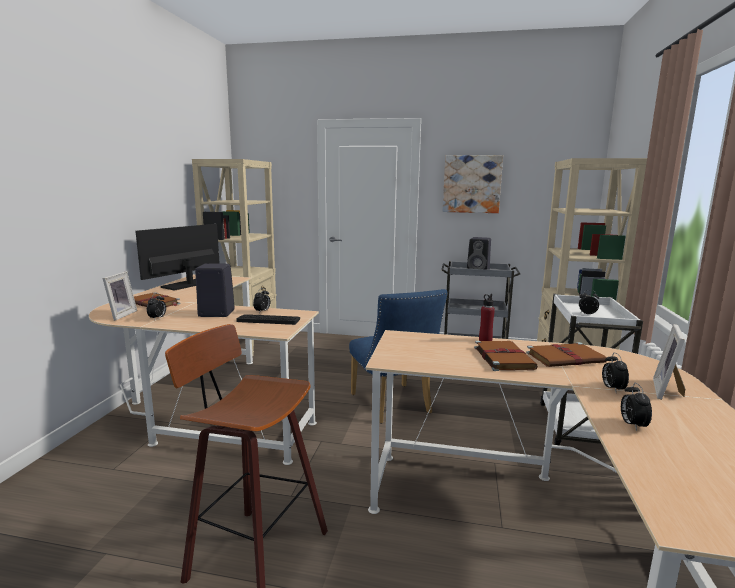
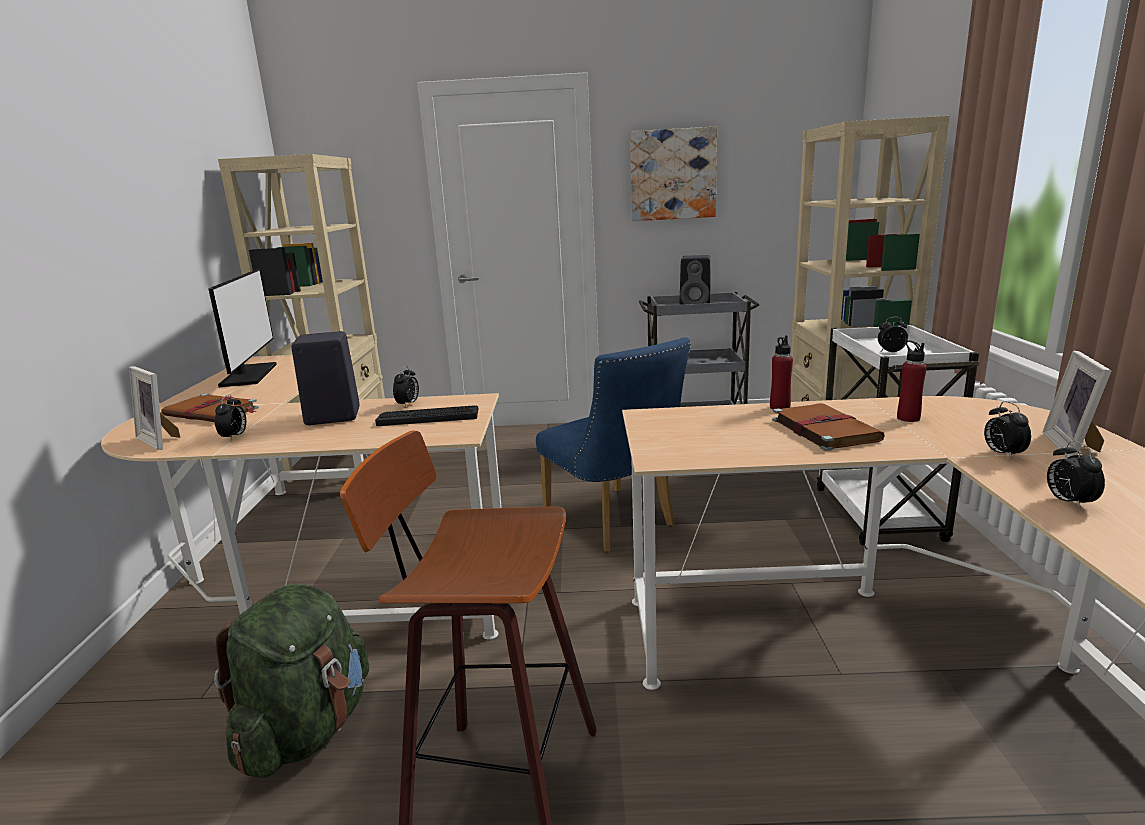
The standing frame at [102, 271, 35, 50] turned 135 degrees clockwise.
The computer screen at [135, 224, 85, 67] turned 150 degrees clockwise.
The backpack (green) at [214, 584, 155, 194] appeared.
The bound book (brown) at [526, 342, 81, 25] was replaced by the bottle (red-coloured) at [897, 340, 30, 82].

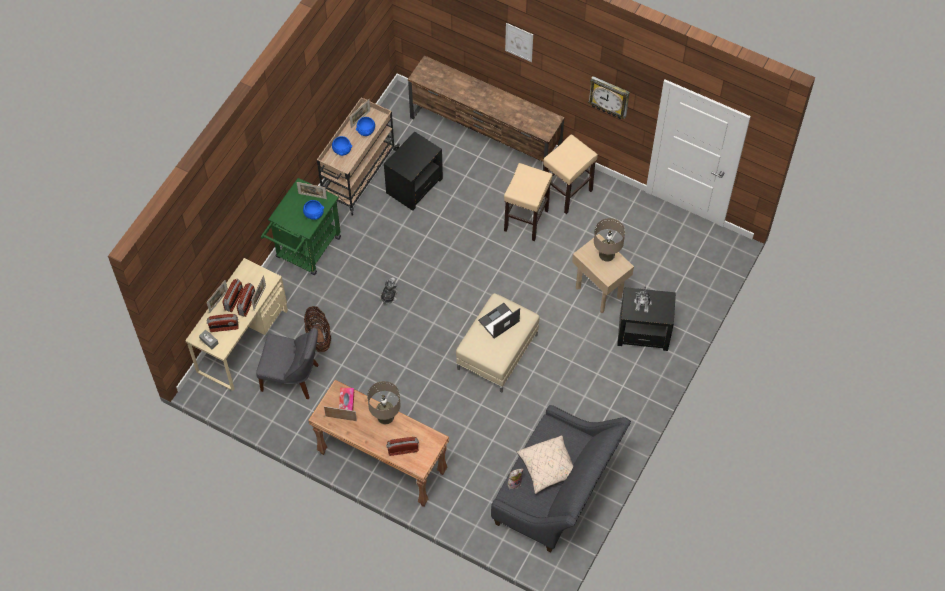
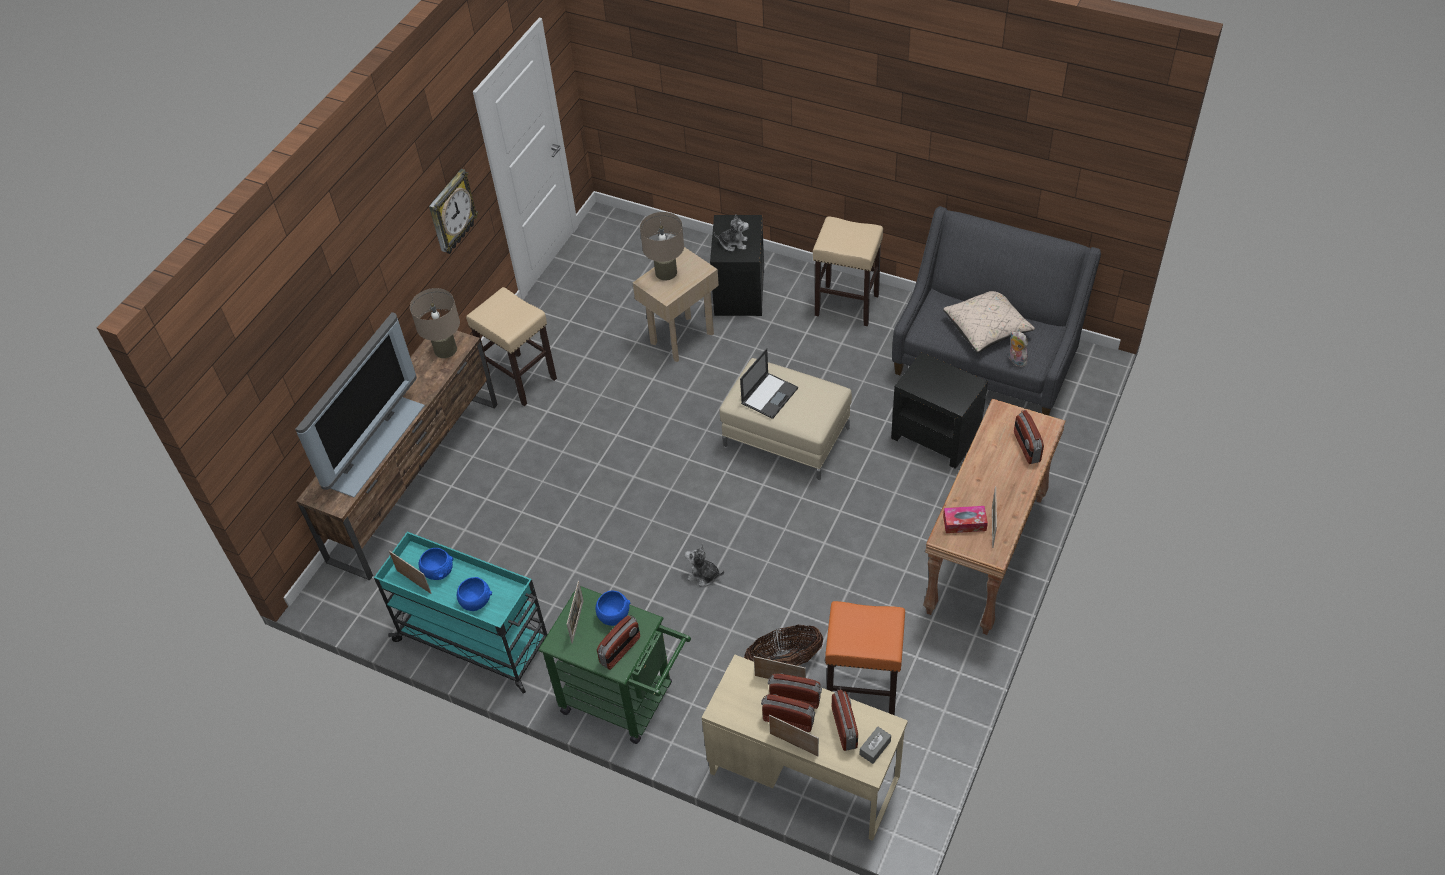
The TV at [295, 312, 130, 185] appeared.
The trolley (beige-coloured) at [317, 97, 83, 118] became the trolley (blue-green) at [374, 532, 174, 162].
The lamp for a table (beige-coloured) moved from [367, 381, 34, 43] to [410, 288, 50, 70].
The radio at [597, 615, 43, 55] appeared.
The notebook computer at [478, 303, 42, 36] turned 105 degrees counterclockwise.
The stool (beige-coloured) moved from [504, 163, 49, 78] to [813, 216, 70, 110].
The chair (grey) at [256, 328, 63, 71] was replaced by the stool (orange-coloured) at [825, 601, 80, 114].
The side table (black) moved from [384, 131, 59, 80] to [891, 352, 97, 117].
The picture at [505, 23, 28, 39] disappeared.

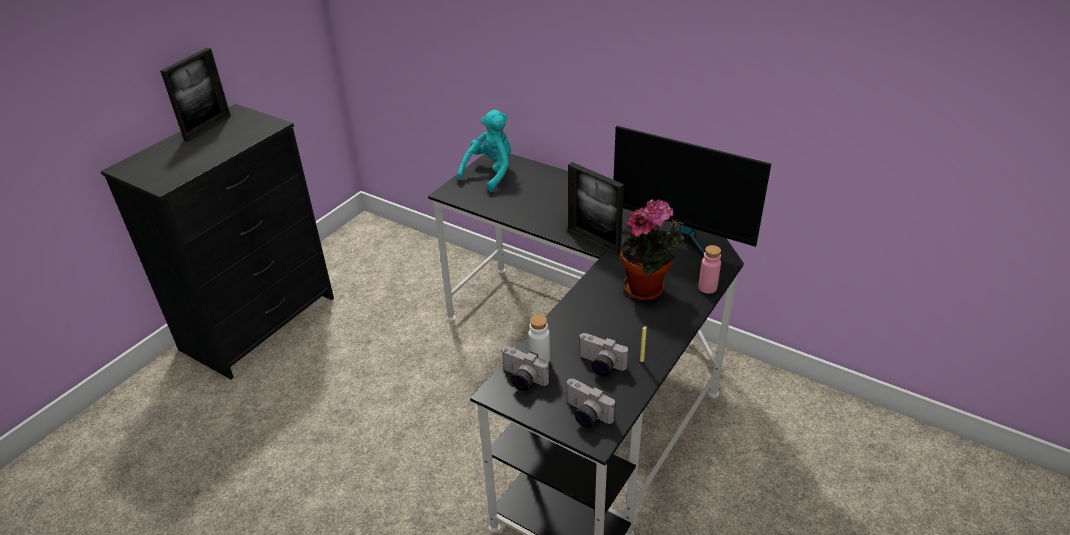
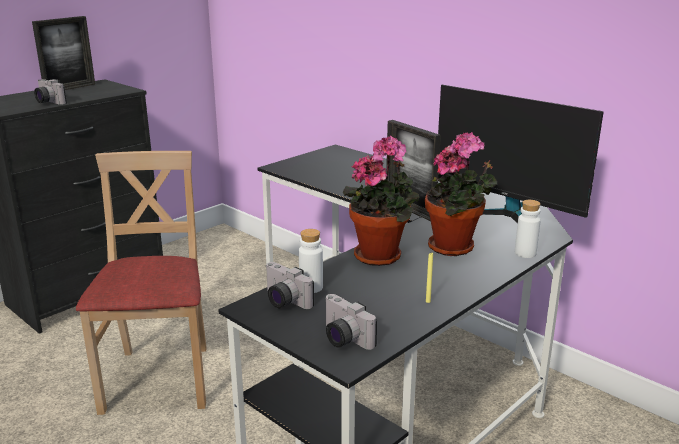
The photo camera moved from [578, 333, 50, 43] to [34, 79, 33, 26].
The chair (beige-coloured) at [76, 151, 131, 264] appeared.
The houseplant at [343, 135, 76, 131] appeared.
The bottle (pink) at [699, 245, 22, 49] became the bottle (white-coloured) at [515, 200, 26, 58].
The plush toy (blue-green) at [457, 110, 54, 82] disappeared.

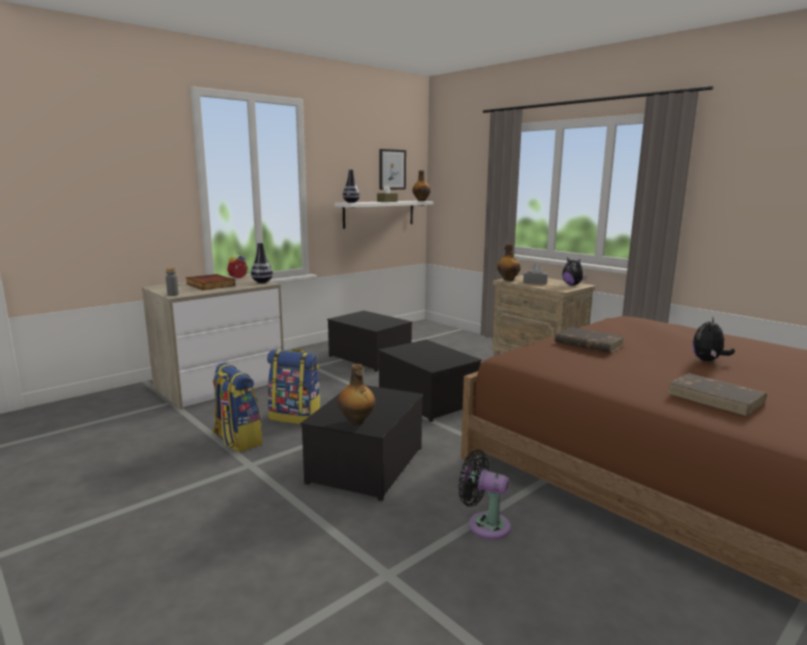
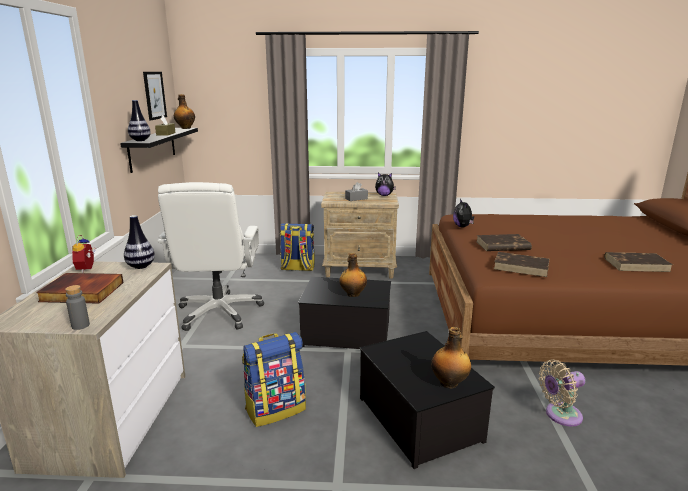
The bracket shelf (white-coloured) at [335, 201, 98, 28] became the bracket shelf (black) at [120, 128, 78, 45].
The storage bin at [327, 311, 86, 61] was replaced by the computer chair (white-coloured) at [157, 182, 107, 149].
The backpack moved from [212, 363, 50, 89] to [280, 223, 35, 48].
The bottle moved from [497, 243, 23, 38] to [339, 253, 28, 44].
The plush toy moved from [693, 318, 42, 43] to [453, 199, 21, 29].
The bound book (brown) at [494, 252, 55, 25] appeared.
The electric fan (black) at [458, 450, 53, 89] became the electric fan (beige-coloured) at [539, 360, 47, 67].

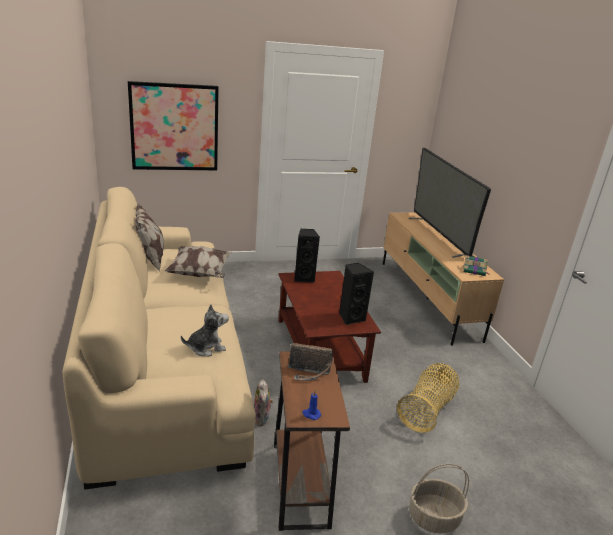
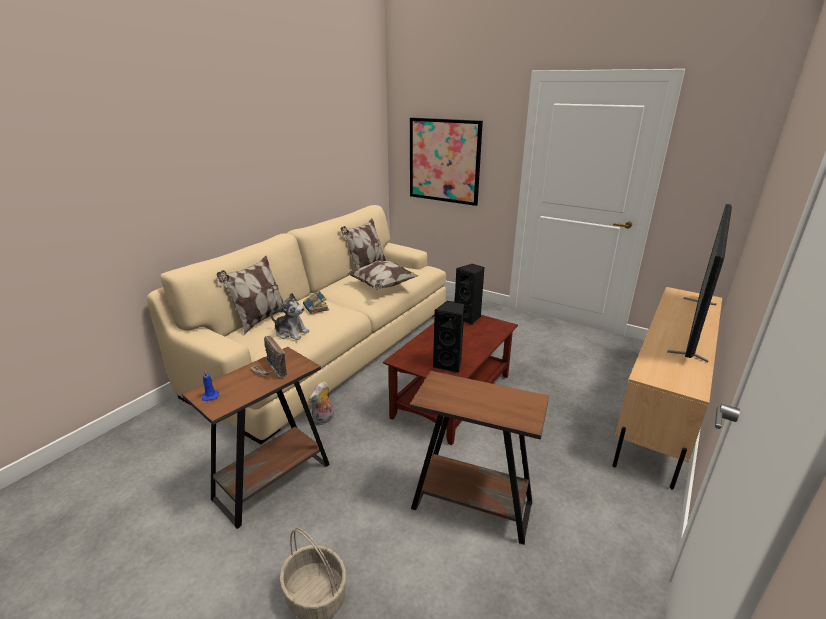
The pillow at [217, 256, 67, 78] appeared.
The bound book moved from [463, 255, 27, 21] to [303, 291, 26, 23].
The storage basket at [397, 363, 62, 70] was replaced by the side table (brown) at [410, 371, 139, 174].

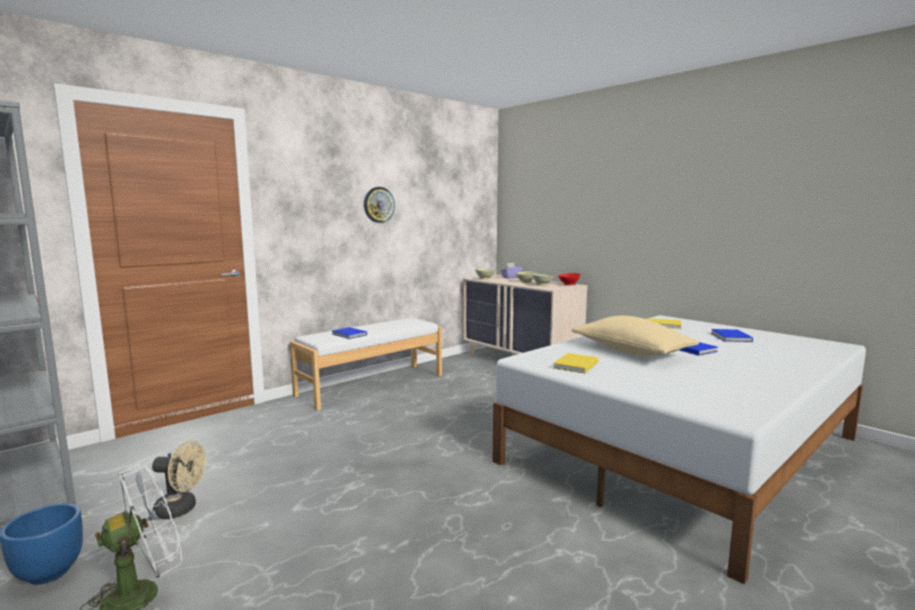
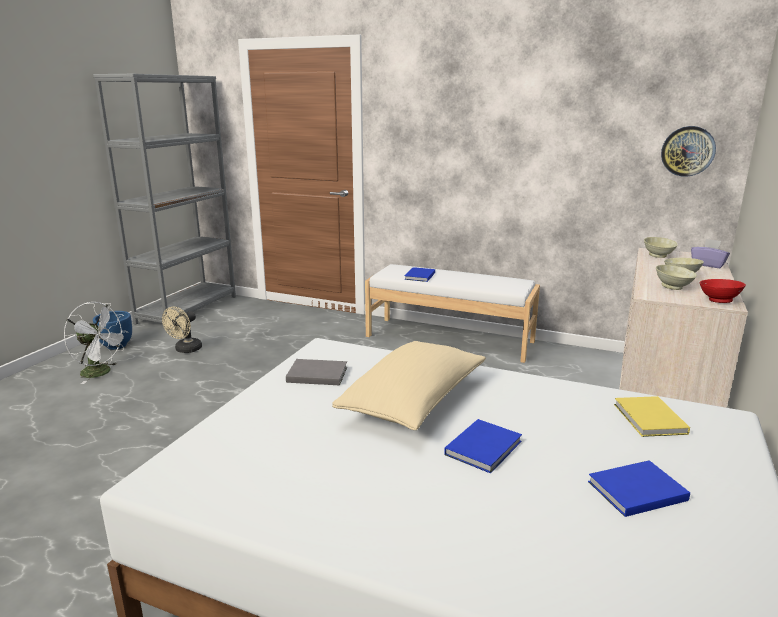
The electric fan (beige-coloured) at [152, 440, 54, 79] turned 45 degrees clockwise.
The bound book (yellow) at [553, 353, 45, 20] became the bound book (grey) at [286, 359, 61, 27].
The wall clock moved from [364, 187, 31, 36] to [661, 126, 55, 51].

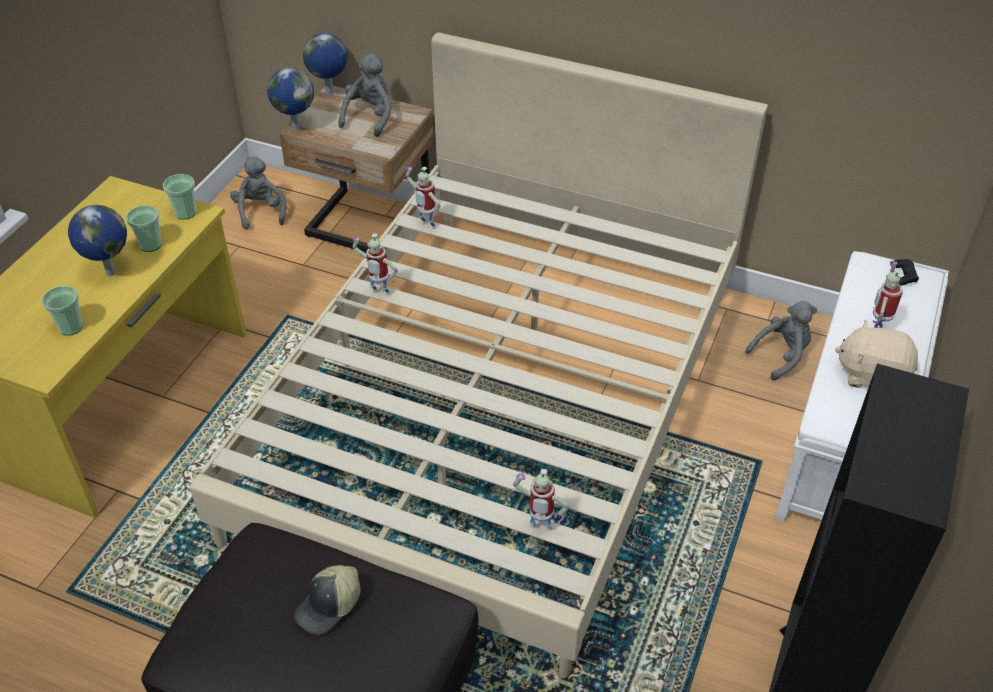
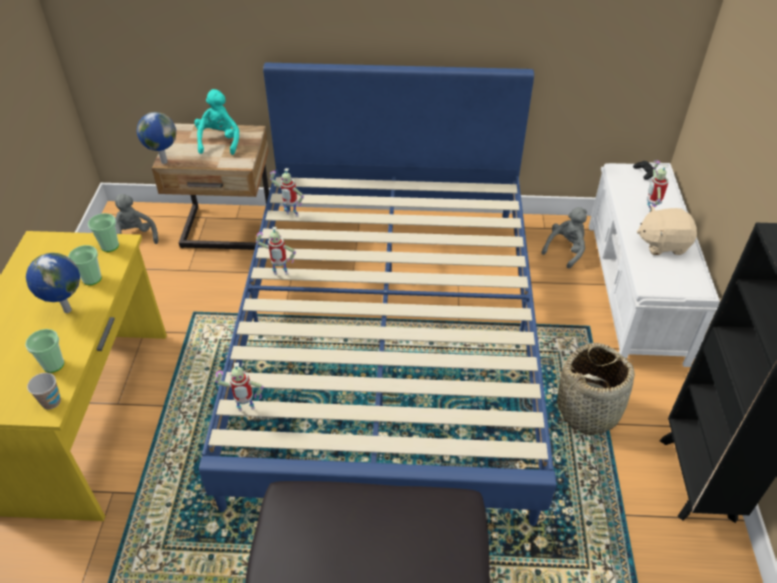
The small cup at [27, 373, 34, 36] appeared.
The plush toy (grey) at [338, 53, 54, 84] became the plush toy (blue-green) at [194, 89, 45, 66].
The sleeping bed (beige-coloured) at [190, 32, 578, 646] became the sleeping bed (blue) at [199, 63, 357, 463].
The model robot moved from [513, 469, 56, 62] to [215, 362, 49, 49].
The storage basket at [557, 343, 78, 92] appeared.
The peaked cap at [293, 565, 68, 70] disappeared.
The globe at [303, 33, 45, 62] disappeared.

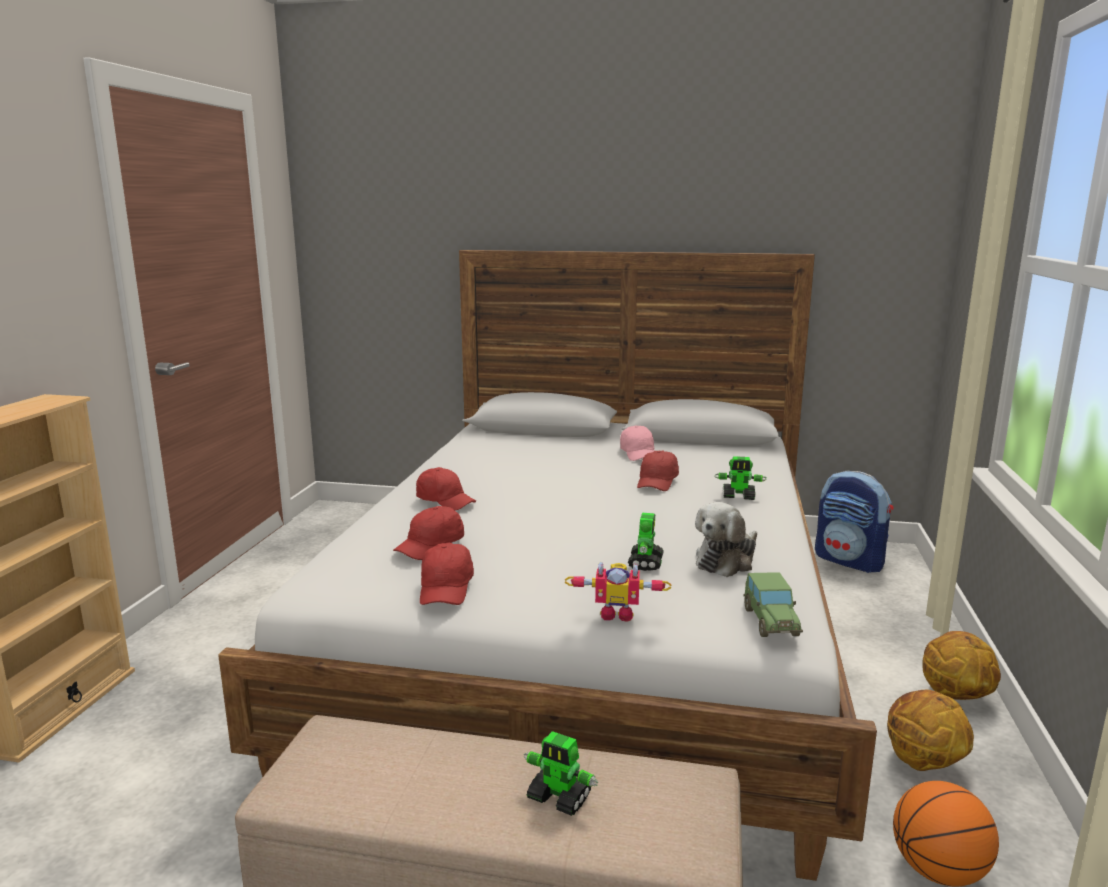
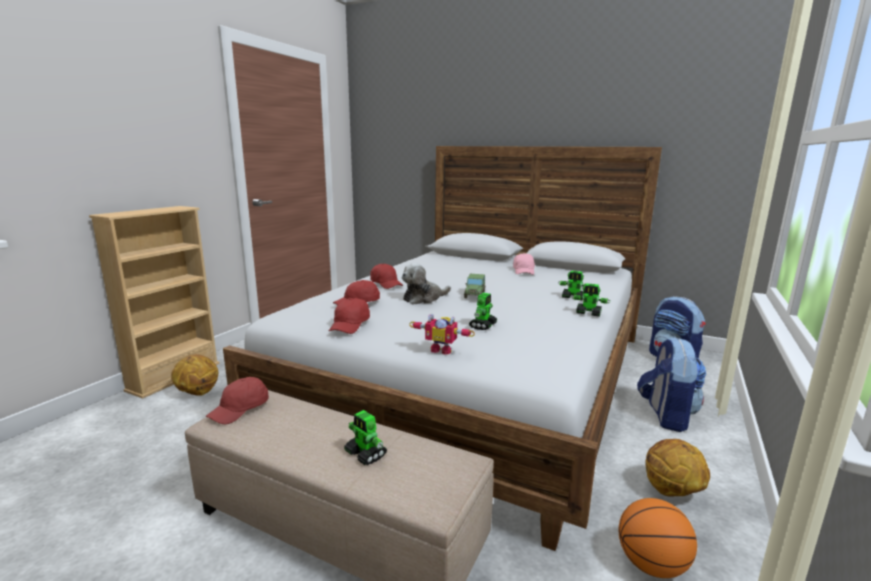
The ball for basketball moved from [923, 631, 78, 69] to [171, 354, 47, 42].
The peaked cap (red-coloured) moved from [637, 450, 42, 41] to [206, 377, 63, 47].
The plush toy moved from [695, 502, 62, 75] to [402, 263, 49, 42].
The model car moved from [744, 572, 59, 65] to [464, 274, 21, 24].
The model robot at [571, 283, 39, 34] appeared.
The backpack at [637, 337, 69, 95] appeared.

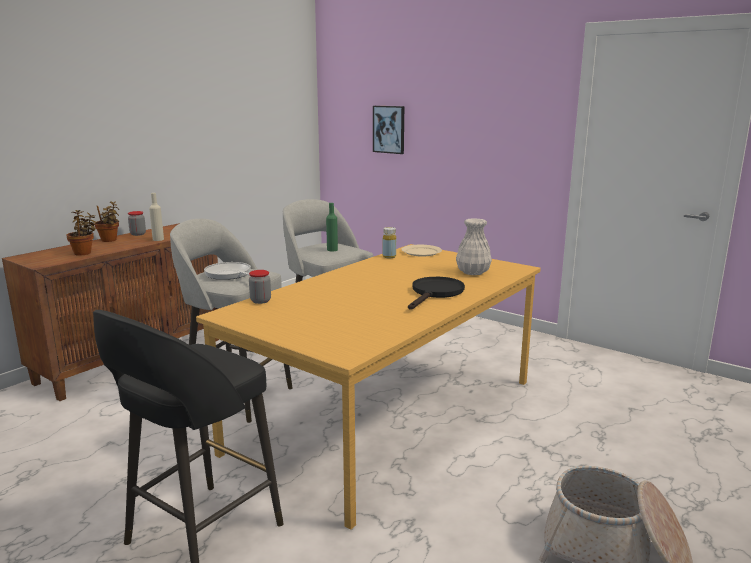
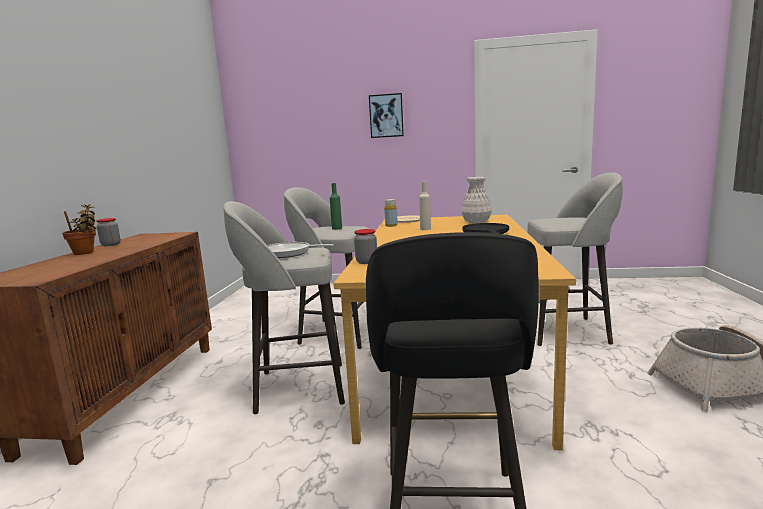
The picture moved from [373, 106, 31, 48] to [369, 93, 35, 45].
The bottle (beige-coloured) moved from [149, 193, 15, 48] to [419, 182, 12, 48].
The stool (grey) at [527, 172, 96, 174] appeared.
The houseplant at [67, 210, 29, 46] disappeared.

